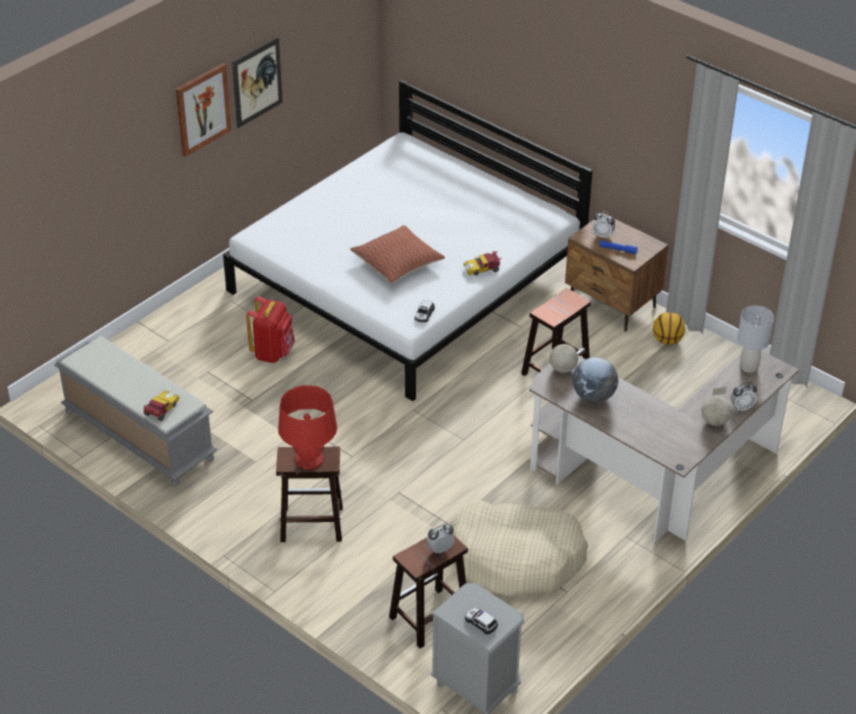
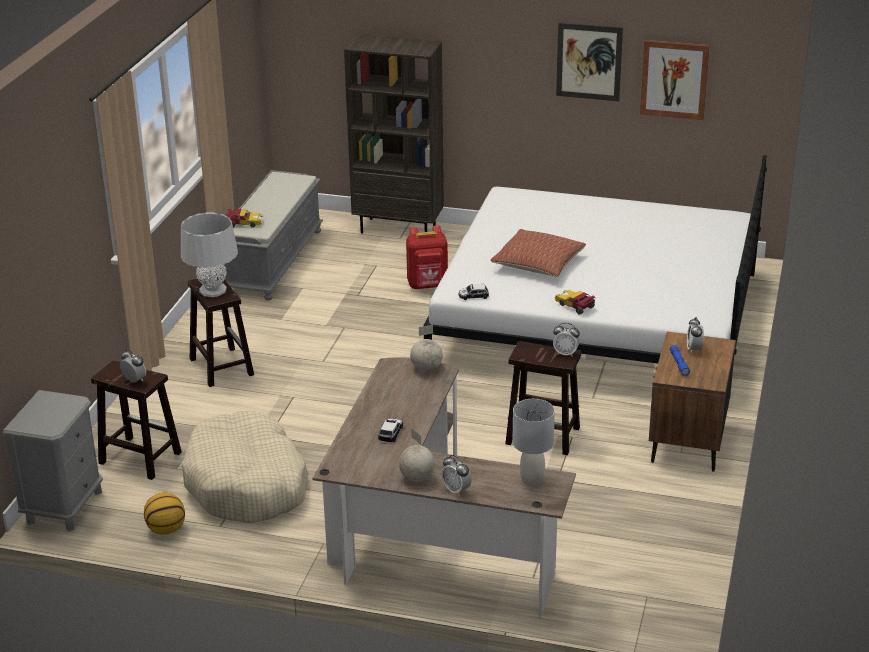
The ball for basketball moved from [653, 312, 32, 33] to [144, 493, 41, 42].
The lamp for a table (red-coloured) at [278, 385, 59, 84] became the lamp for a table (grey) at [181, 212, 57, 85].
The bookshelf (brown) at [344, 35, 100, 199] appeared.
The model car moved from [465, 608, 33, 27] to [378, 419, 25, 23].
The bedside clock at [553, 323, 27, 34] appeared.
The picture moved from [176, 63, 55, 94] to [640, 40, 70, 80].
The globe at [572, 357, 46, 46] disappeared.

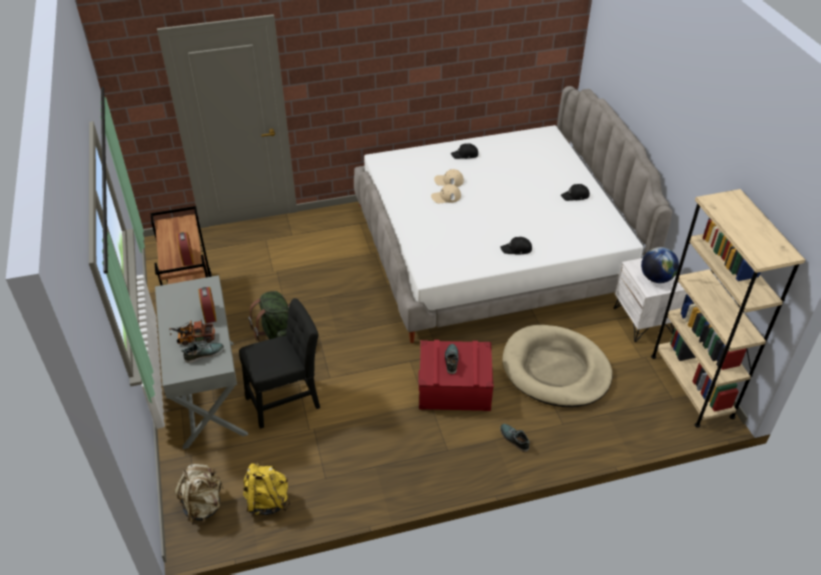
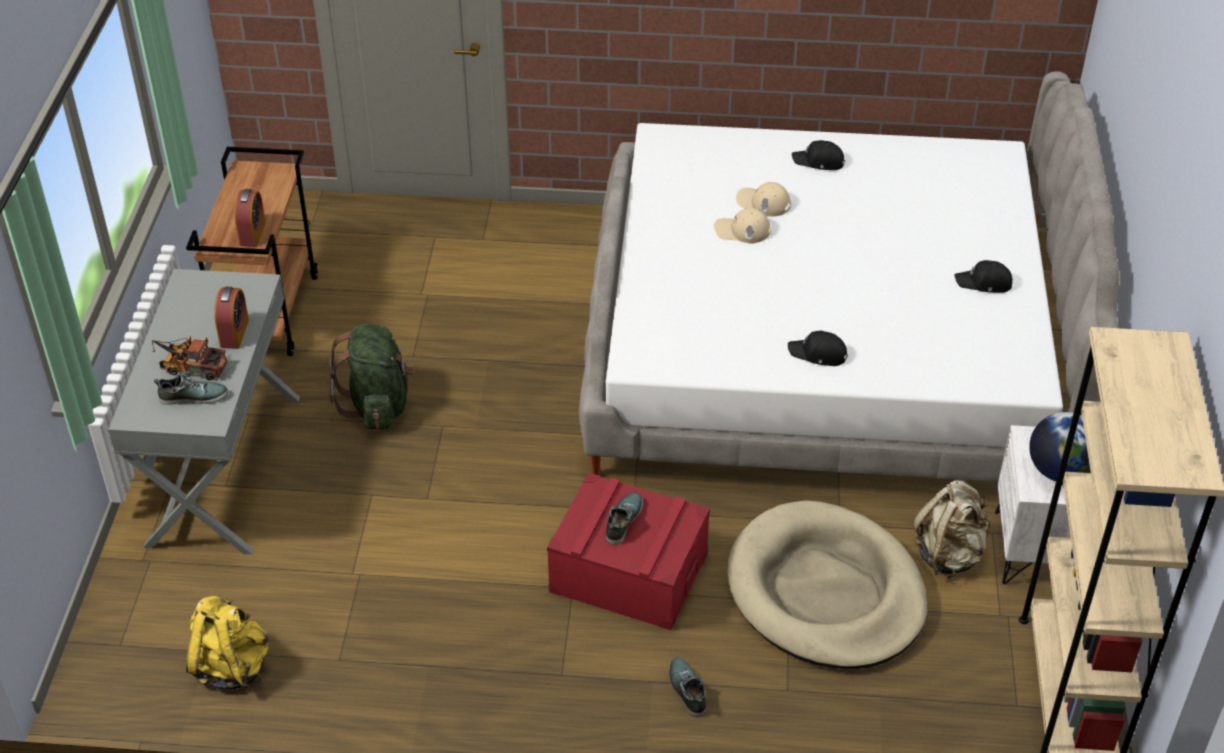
The backpack (beige-coloured) moved from [174, 464, 50, 60] to [913, 480, 77, 98].
The chair (black) at [239, 298, 81, 131] disappeared.

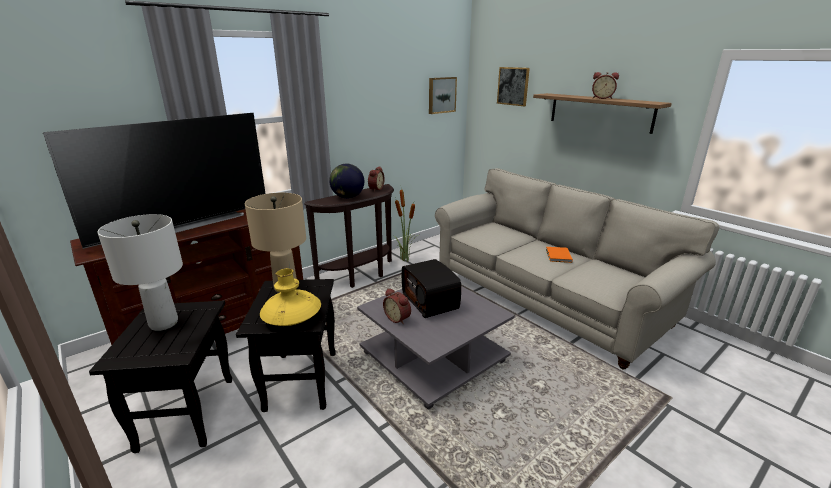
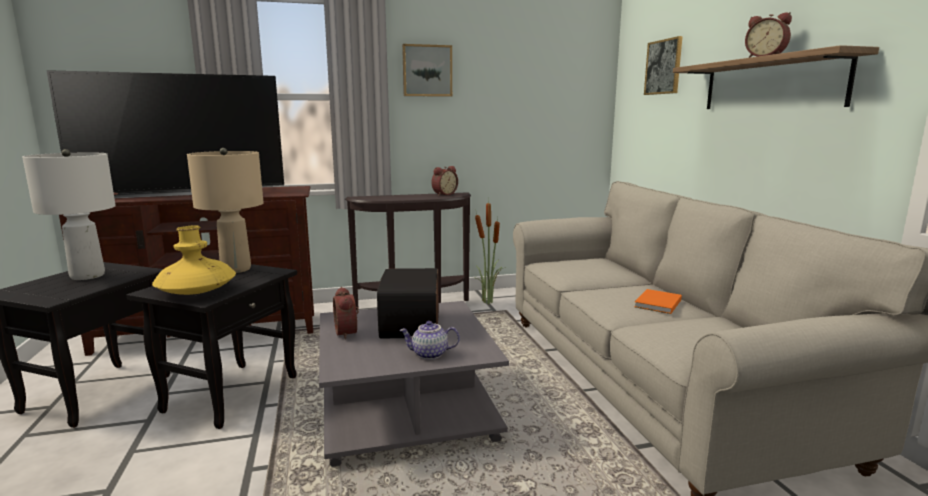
The teapot at [399, 321, 61, 39] appeared.
The picture moved from [429, 77, 28, 37] to [402, 44, 50, 53].
The globe at [329, 164, 35, 34] disappeared.

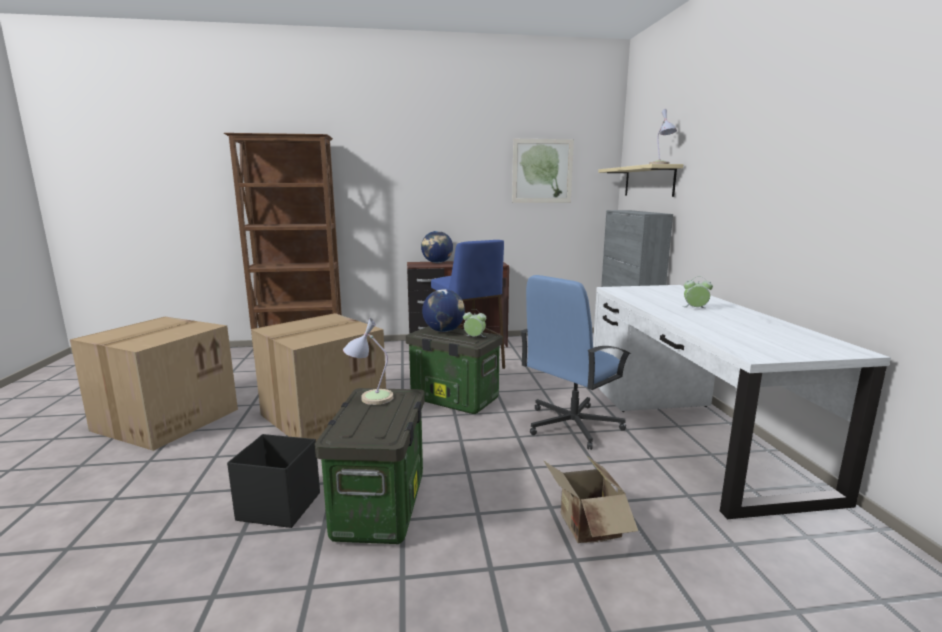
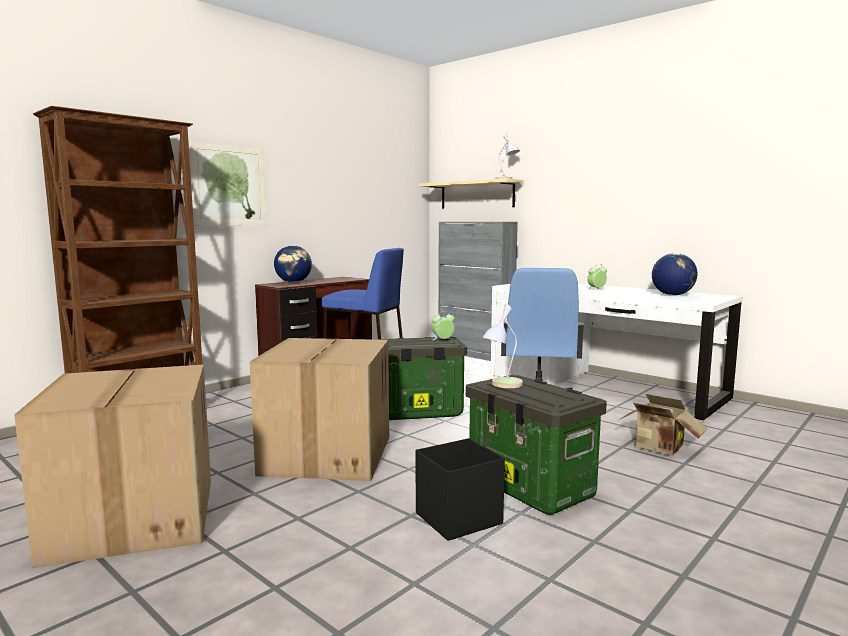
The picture moved from [512, 139, 62, 64] to [190, 142, 76, 84].
The globe moved from [422, 289, 43, 43] to [652, 253, 46, 43].

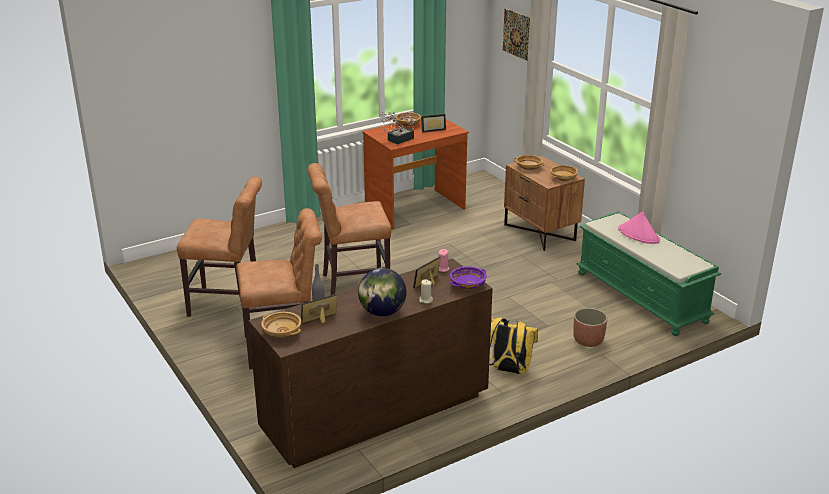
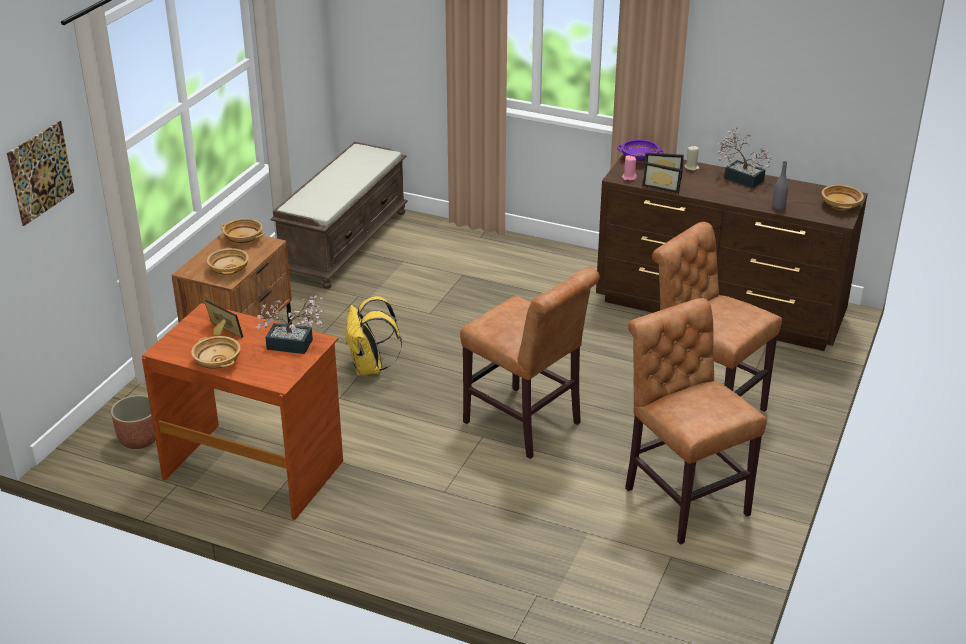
The planter moved from [573, 308, 35, 39] to [111, 395, 45, 54].
The bench (green) at [576, 211, 145, 125] became the bench (brown) at [270, 142, 138, 147].
The backpack (yellow) moved from [489, 318, 49, 56] to [345, 296, 57, 80].
The standing frame moved from [301, 294, 36, 30] to [642, 162, 40, 32].
The globe at [358, 268, 49, 48] was replaced by the houseplant at [717, 127, 57, 61].
The clothing hat (pink) at [618, 211, 42, 33] disappeared.

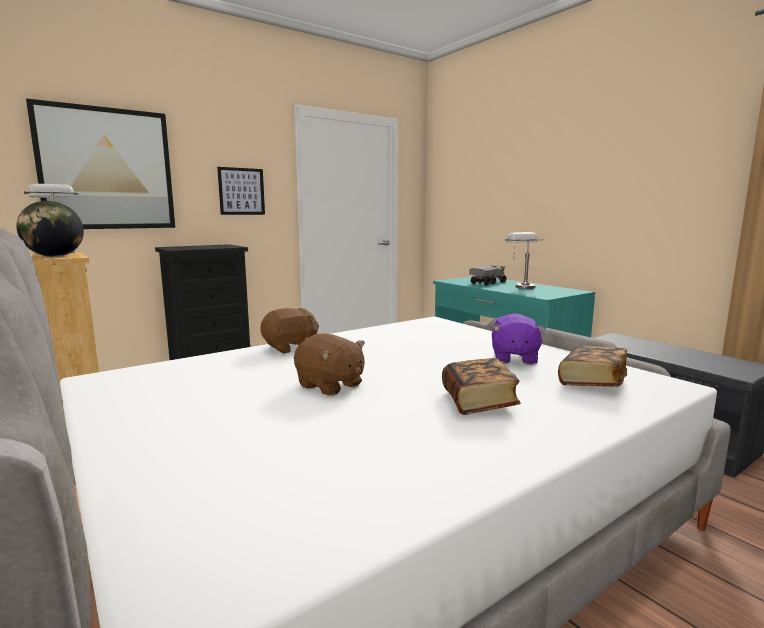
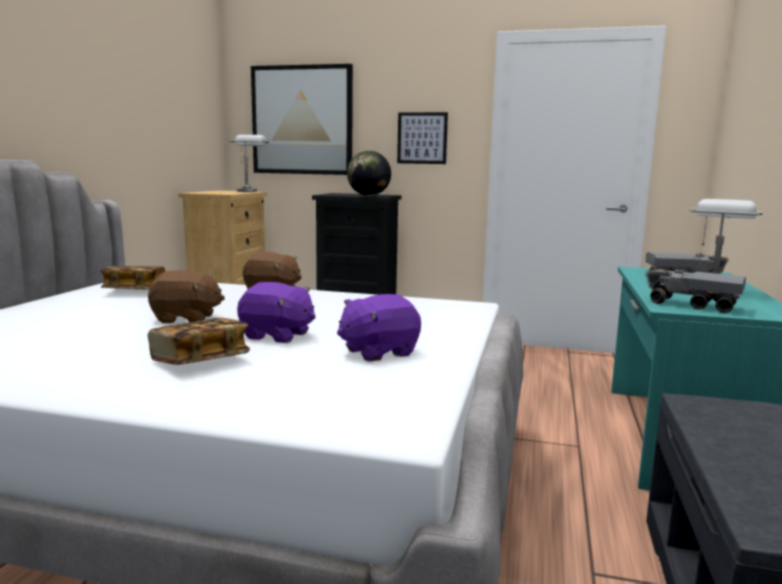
The bound book moved from [558, 346, 69, 41] to [100, 266, 65, 24].
The plush toy (brown) at [294, 334, 71, 62] turned 90 degrees counterclockwise.
The plush toy (purple) at [237, 282, 79, 61] appeared.
The globe moved from [16, 201, 68, 56] to [347, 151, 44, 45].
The model truck at [645, 268, 101, 45] appeared.

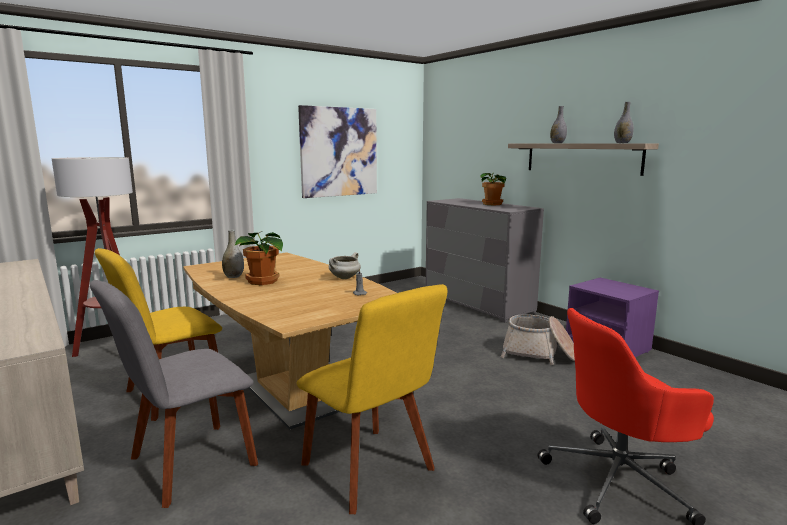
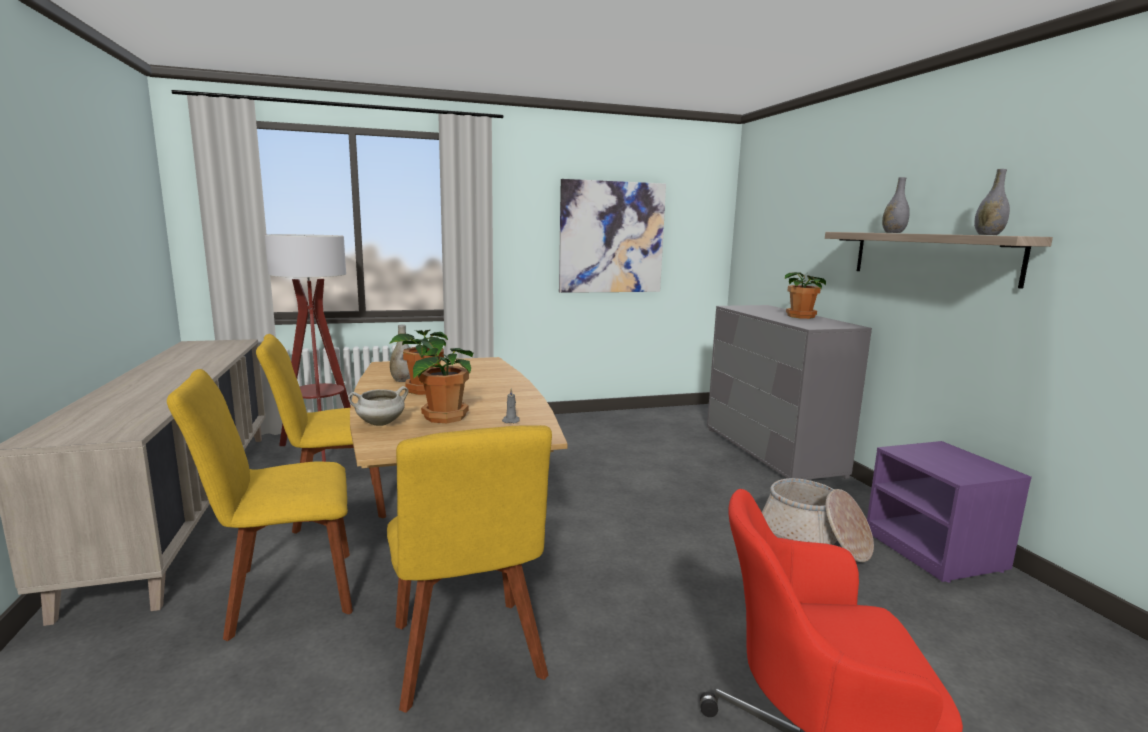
The chair (grey) at [90, 280, 168, 228] became the chair (yellow) at [167, 369, 186, 272].
The stockpot (white-coloured) moved from [329, 252, 32, 27] to [348, 386, 60, 40].
The houseplant at [413, 347, 60, 76] appeared.

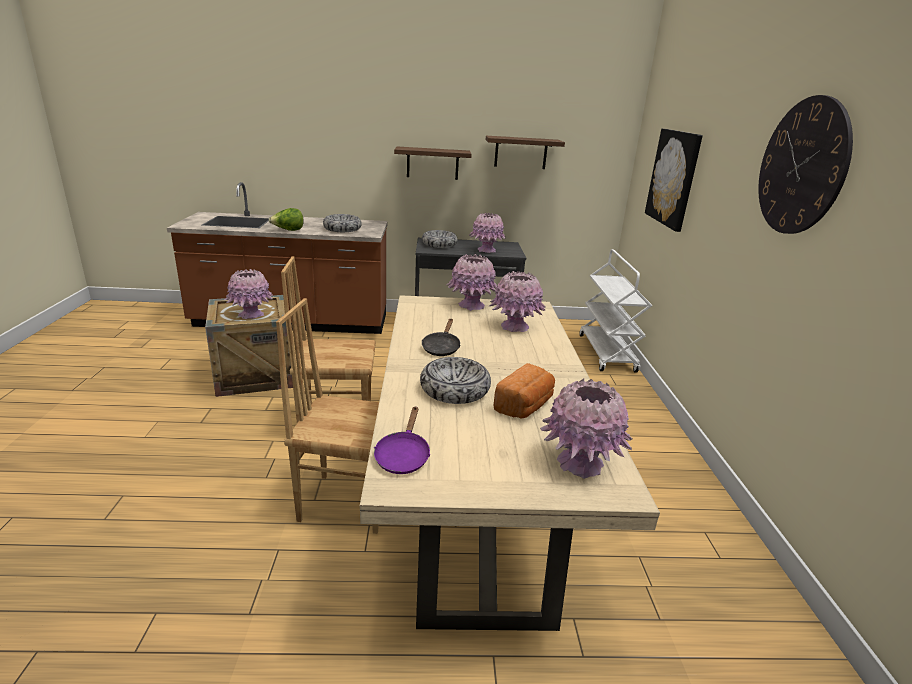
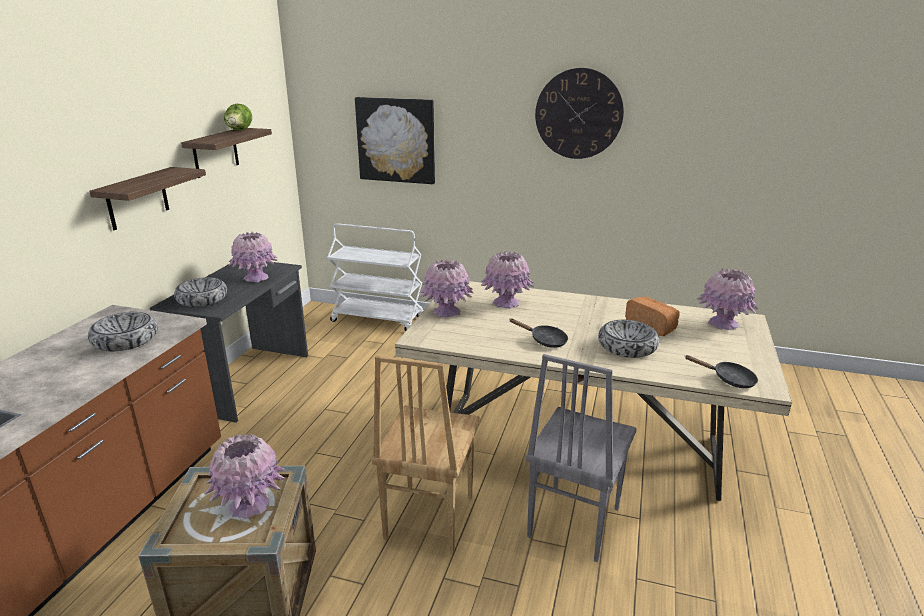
The lettuce head moved from [269, 208, 35, 23] to [224, 104, 28, 27].
The chair (brown) at [276, 298, 103, 236] became the chair (grey) at [525, 354, 112, 208].
The pan (purple) at [374, 406, 57, 68] became the pan (black) at [685, 355, 73, 33].

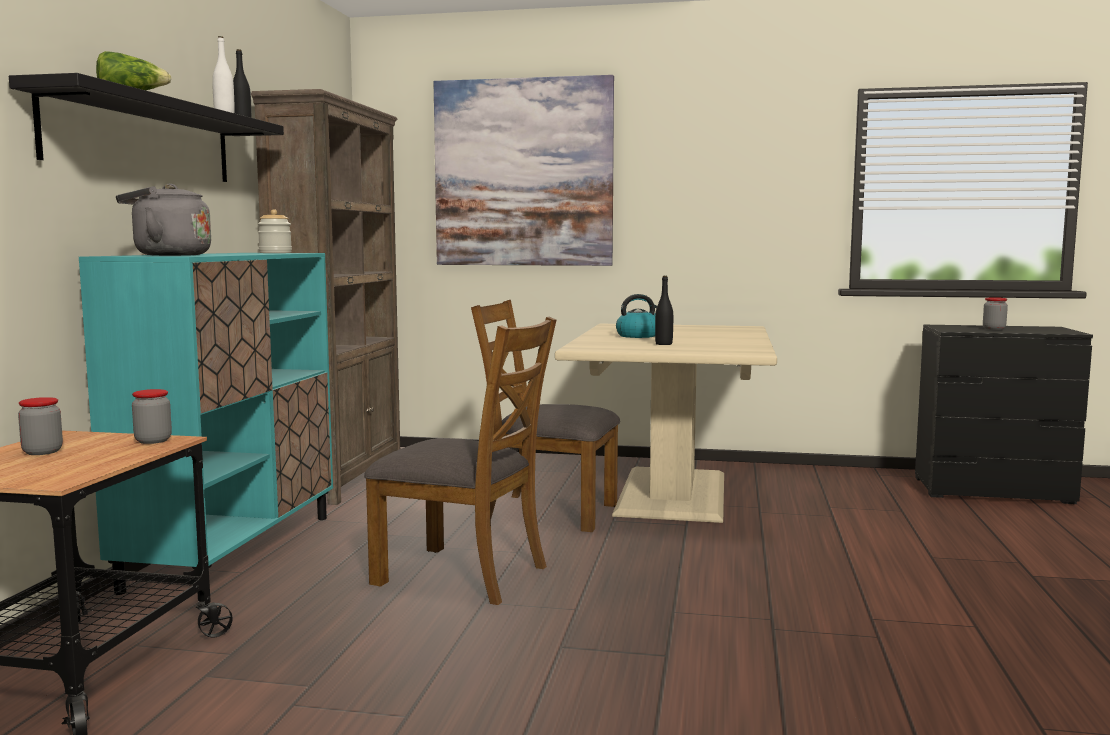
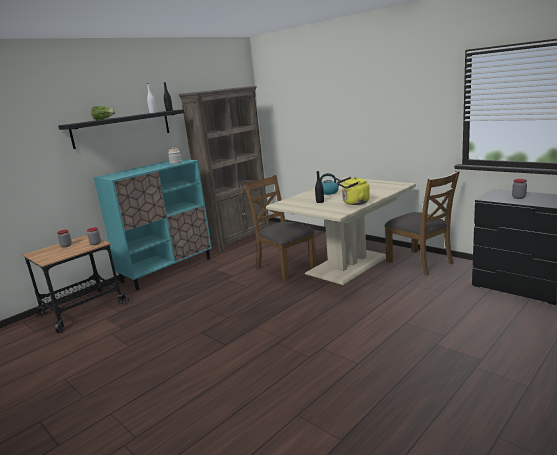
The water kettle (yellow) at [337, 177, 33, 28] appeared.
The chair (brown) moved from [364, 317, 192, 288] to [385, 170, 75, 105].
The water kettle (grey) at [116, 184, 95, 72] disappeared.
The picture at [434, 75, 180, 191] disappeared.

